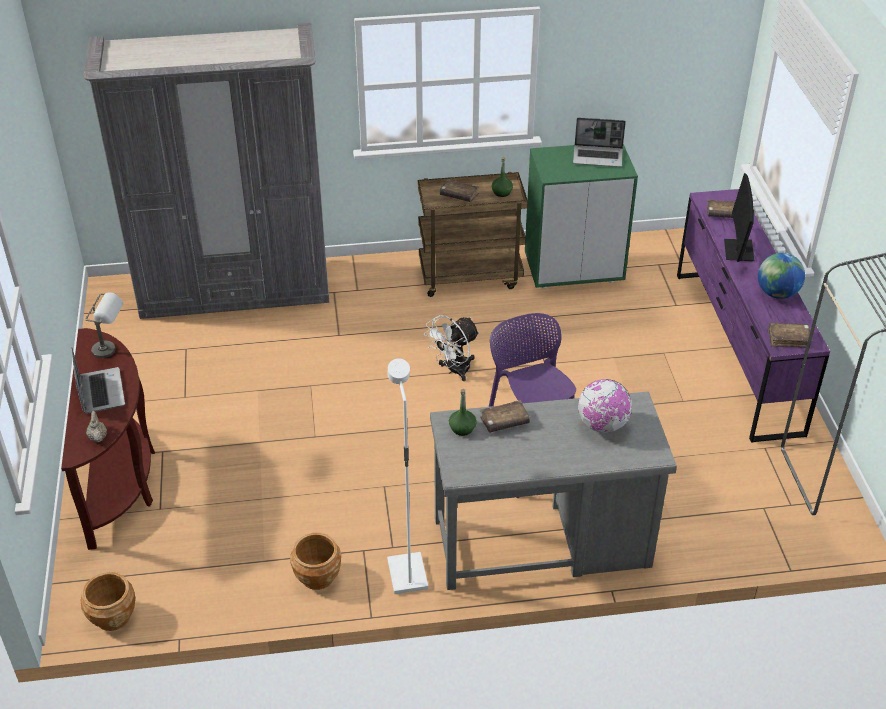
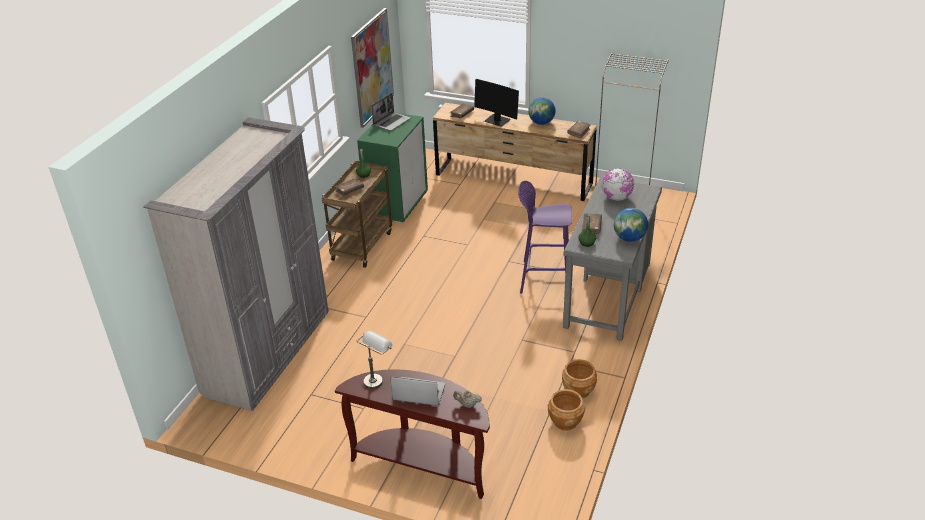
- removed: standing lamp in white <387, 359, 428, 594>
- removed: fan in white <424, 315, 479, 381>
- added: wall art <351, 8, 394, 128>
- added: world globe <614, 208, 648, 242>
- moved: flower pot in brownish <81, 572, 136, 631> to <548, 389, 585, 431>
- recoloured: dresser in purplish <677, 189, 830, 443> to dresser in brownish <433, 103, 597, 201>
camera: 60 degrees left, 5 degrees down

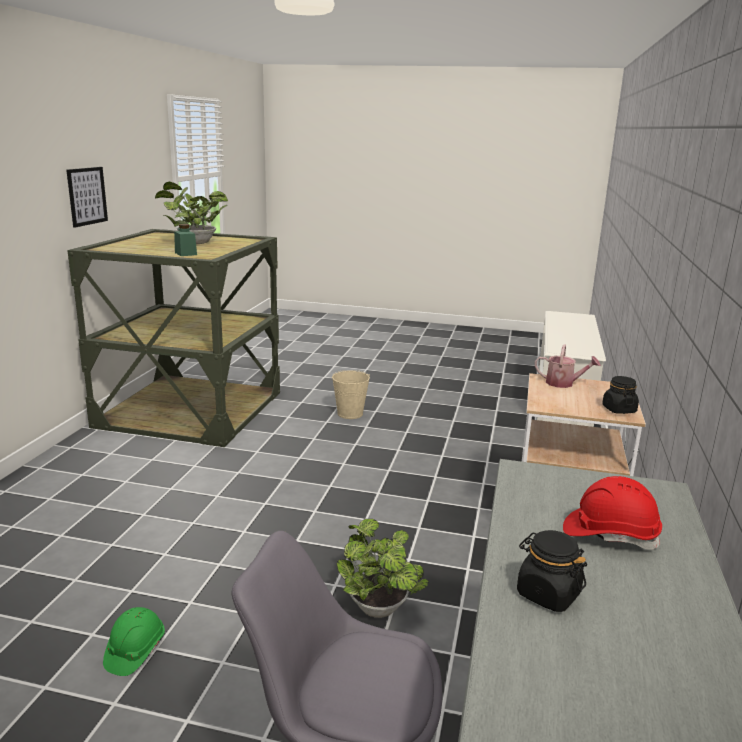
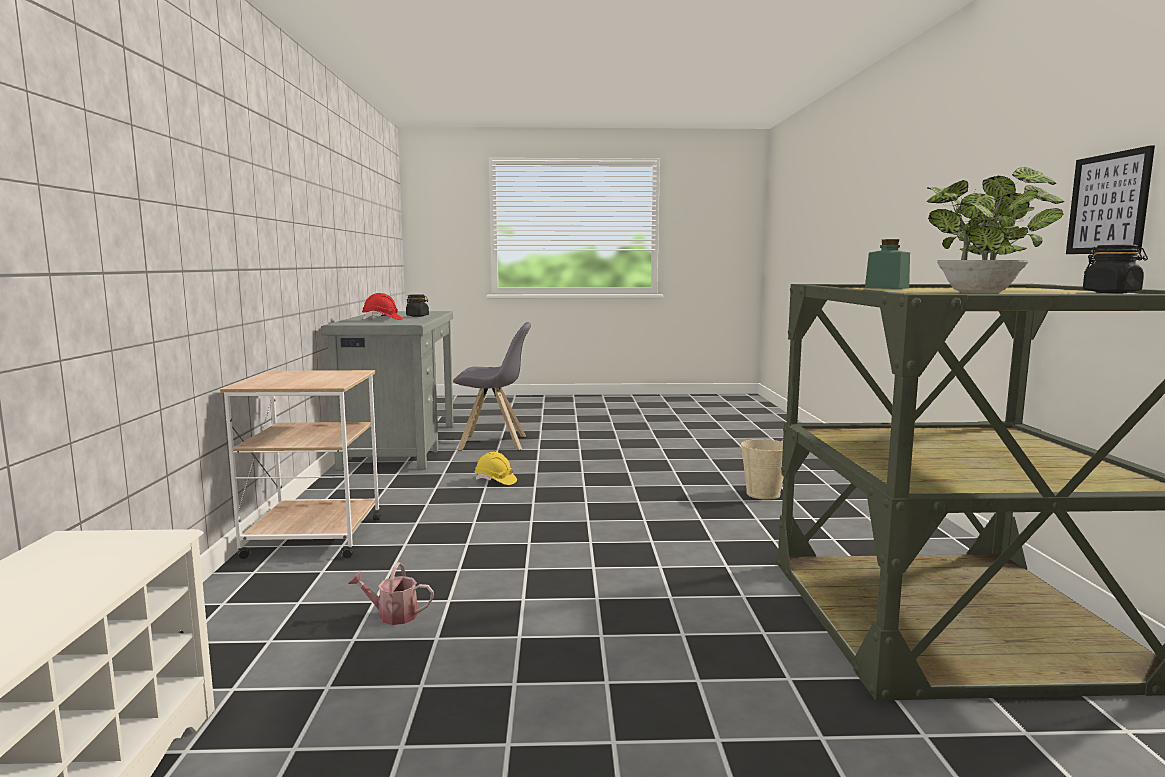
- removed: work helmet in green-coloured <103, 607, 165, 676>
- moved: bucket in sand-coloured <332, 370, 370, 419> to <741, 439, 784, 500>
- moved: watering pot <535, 344, 601, 388> to <348, 562, 434, 625>
- moved: jar in blackish <602, 376, 639, 414> to <1083, 245, 1148, 293>
- replaced: plant in a pot <336, 519, 429, 618> to work helmet in yellow-coloured <475, 452, 517, 485>
camera: 165 degrees right, 10 degrees down

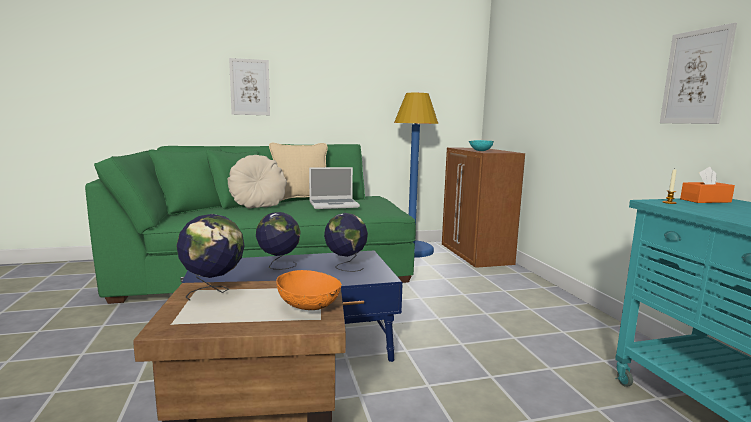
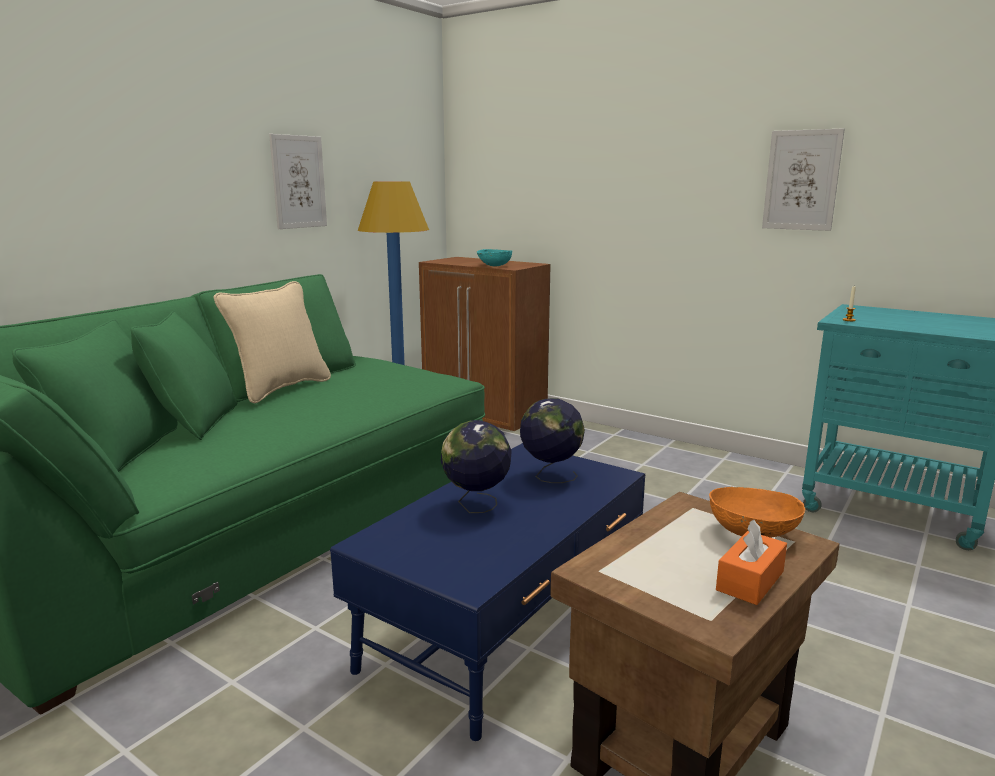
- removed: world globe <176, 214, 245, 301>
- removed: throw pillow in sand-coloured <228, 155, 287, 209>
- removed: notebook computer <309, 167, 360, 209>
- moved: wall art <229, 58, 270, 115> to <269, 134, 327, 229>
- moved: tissue holder in orange <680, 167, 735, 203> to <716, 520, 787, 605>
camera: 40 degrees left, 5 degrees up

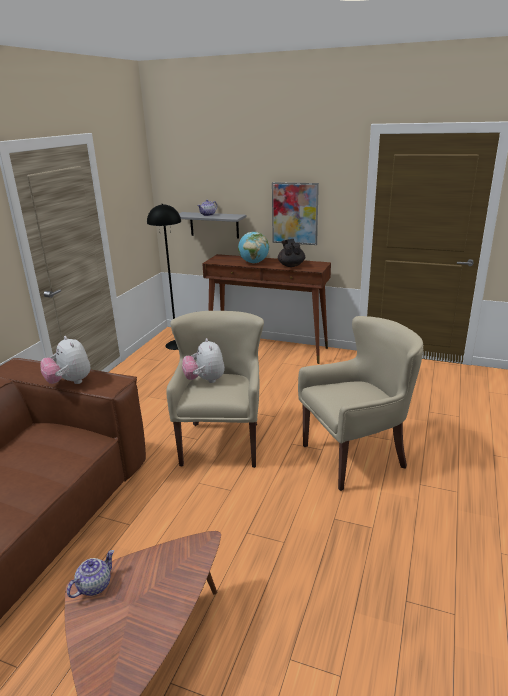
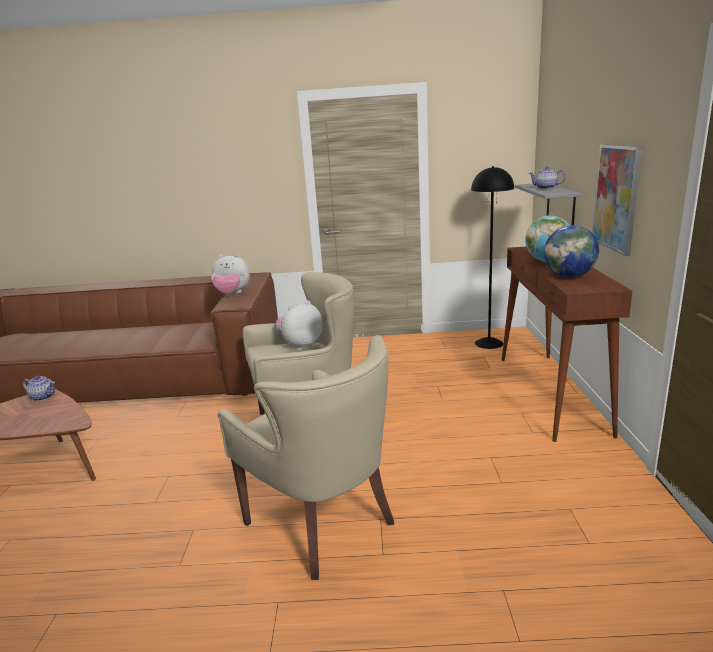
- replaced: teapot in blackish <278, 239, 305, 267> to world globe <544, 225, 599, 277>
- turned: plush toy <40, 336, 90, 384> = <211, 254, 250, 294> 120 degrees counterclockwise
camera: 70 degrees right, 5 degrees down

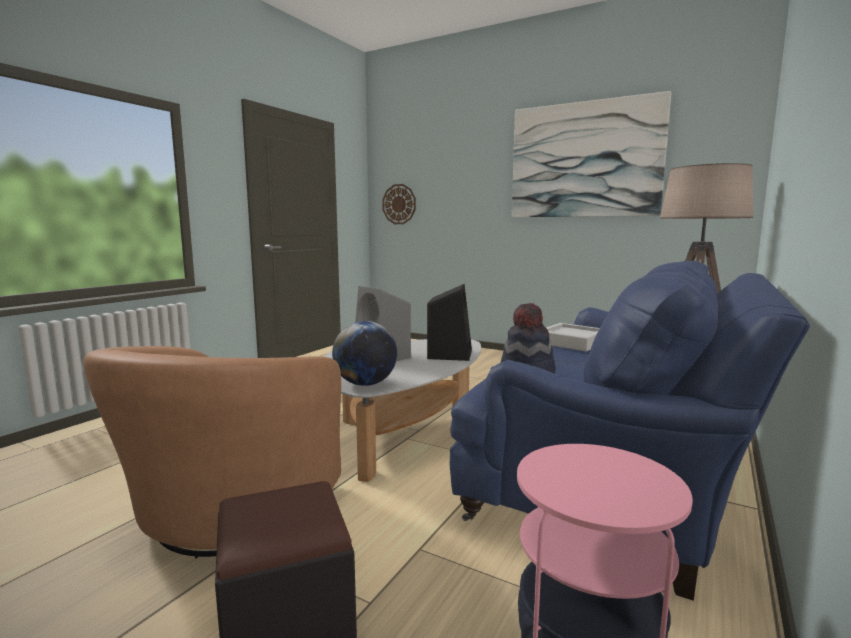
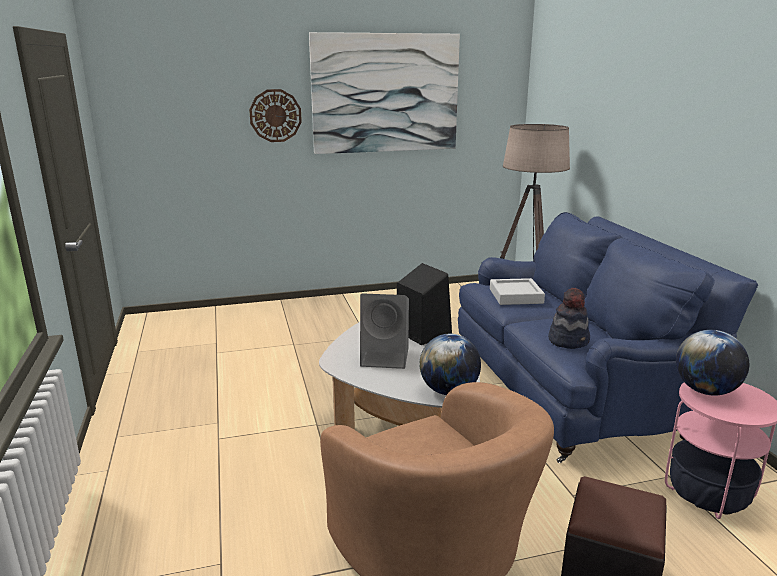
- added: world globe <676, 330, 749, 396>
- moved: clock on the wall <382, 184, 416, 224> to <249, 89, 302, 142>
camera: 45 degrees left, 10 degrees up

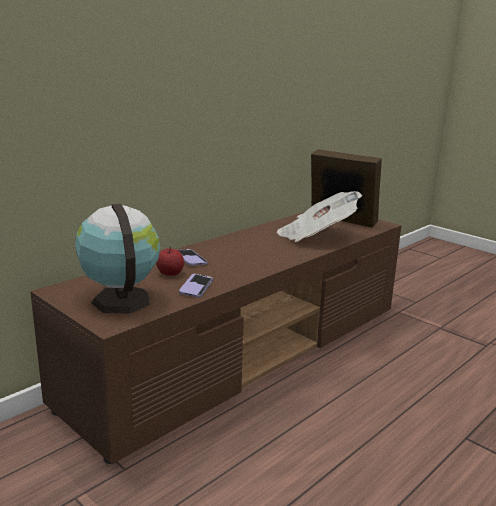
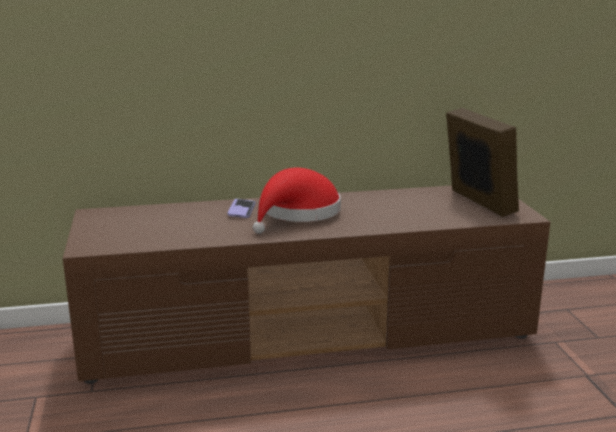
- removed: world globe <75, 204, 160, 313>
- removed: whole apple <156, 247, 184, 276>
- removed: phone <179, 274, 213, 298>
- removed: printed paper <276, 191, 362, 242>
- added: wearable hat in reddish <253, 168, 341, 234>
camera: 35 degrees right, 0 degrees up

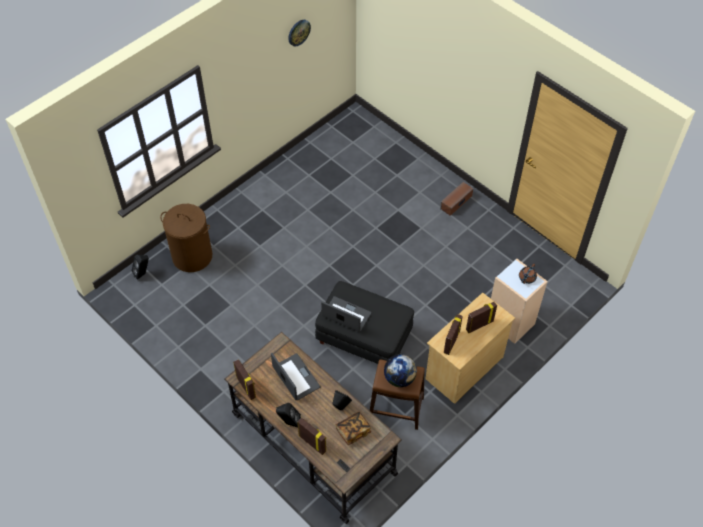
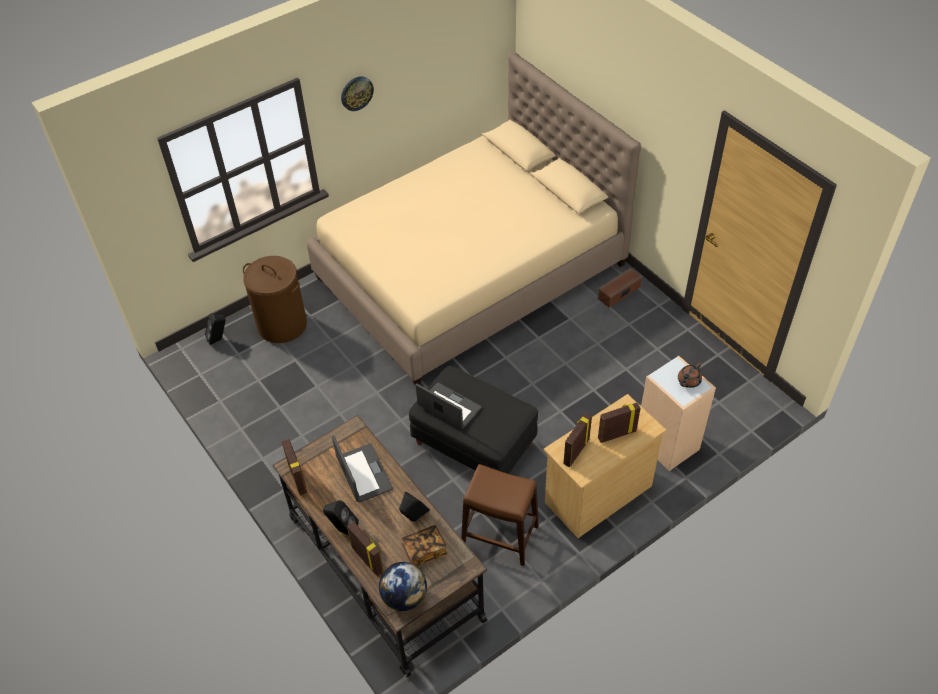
- added: sleeping bed in sand-coloured <307, 52, 641, 386>
- moved: clock on the wall <288, 20, 311, 47> to <341, 76, 374, 111>
- moved: world globe <384, 354, 417, 387> to <379, 562, 427, 611>
camera: 10 degrees right, 5 degrees down

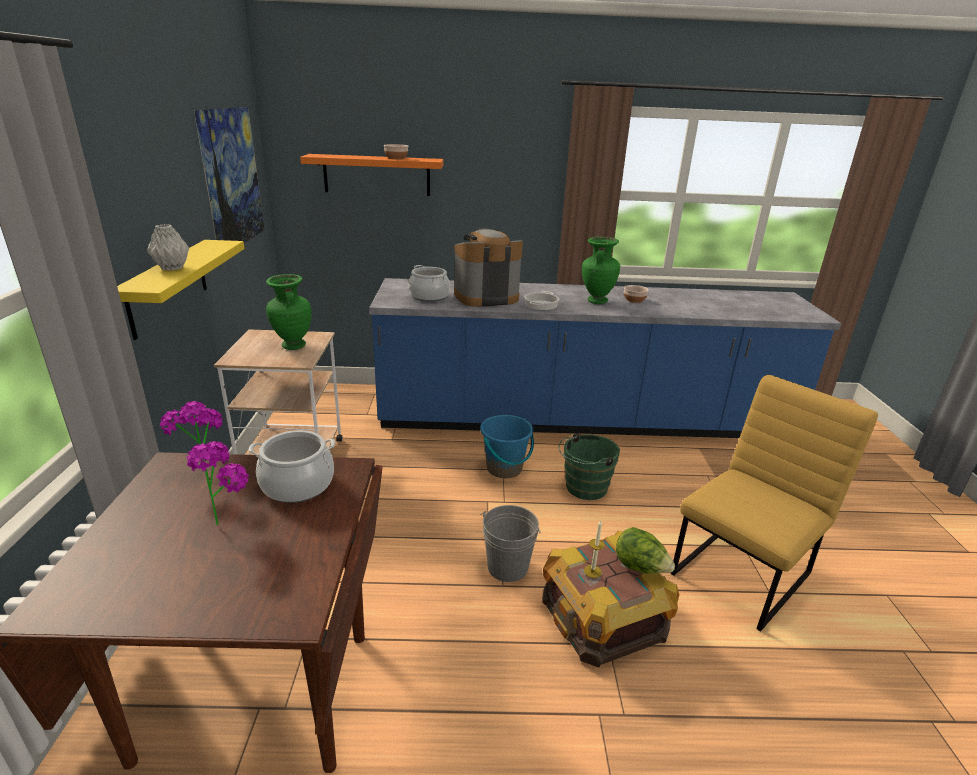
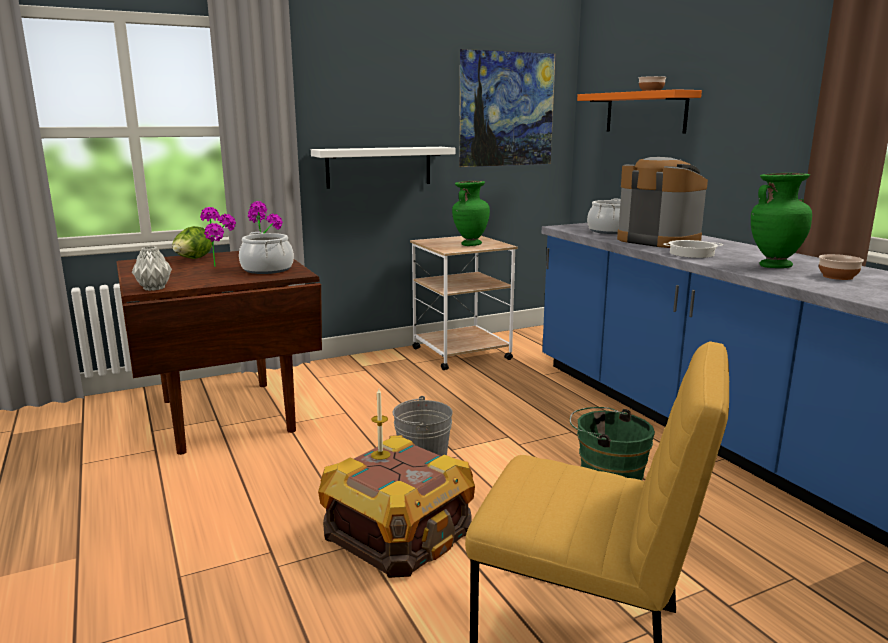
- removed: bucket in blue-coloured <480, 415, 534, 478>
- moved: decorative vase in grey <147, 224, 189, 271> to <132, 246, 172, 291>
- moved: head of lettuce <616, 527, 675, 574> to <172, 226, 212, 259>
- recoloured: bracket shelf in yellow-coloured <117, 240, 245, 340> to bracket shelf in white <311, 147, 455, 188>
camera: 65 degrees right, 10 degrees down

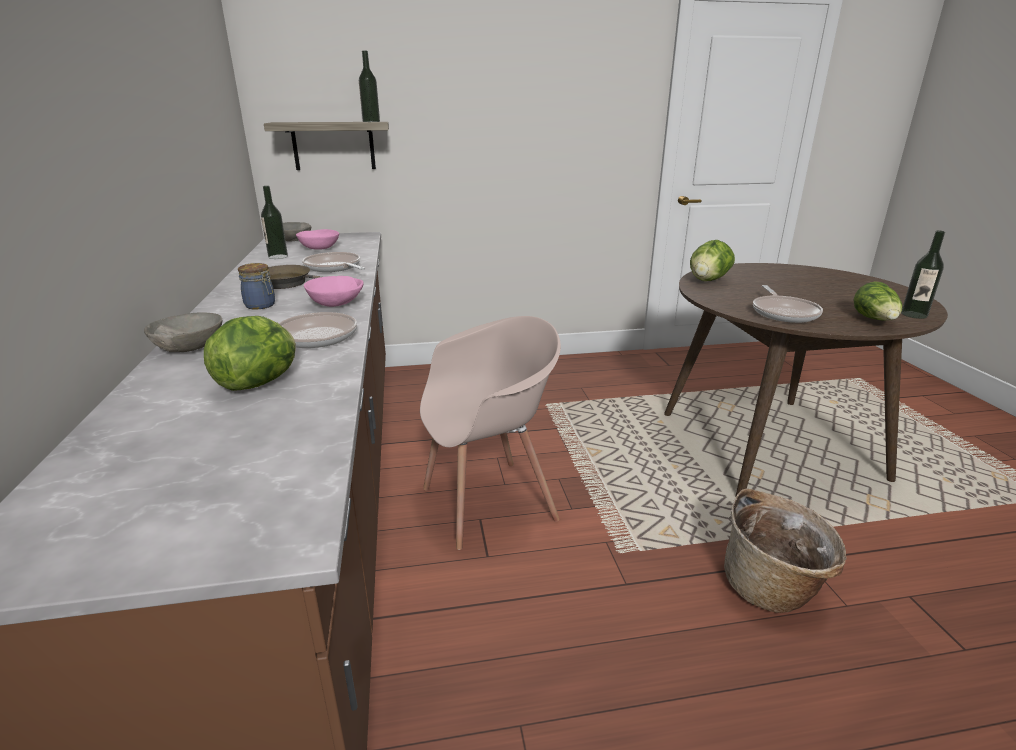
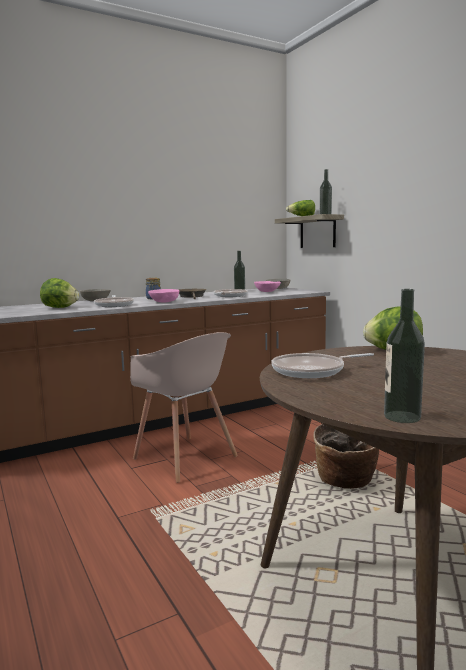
- moved: basket <724, 489, 847, 613> to <313, 424, 379, 489>
- moved: head of lettuce <853, 281, 902, 321> to <286, 200, 315, 216>
camera: 70 degrees right, 15 degrees down

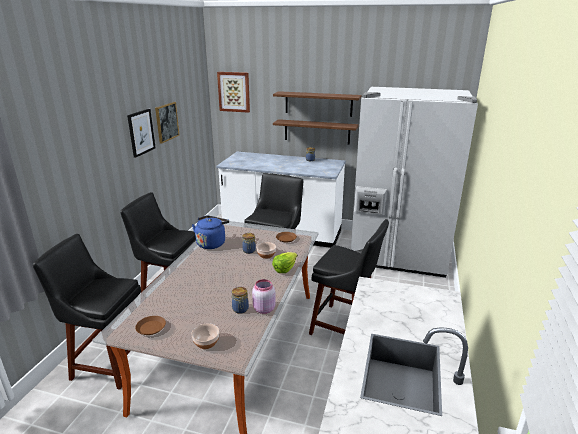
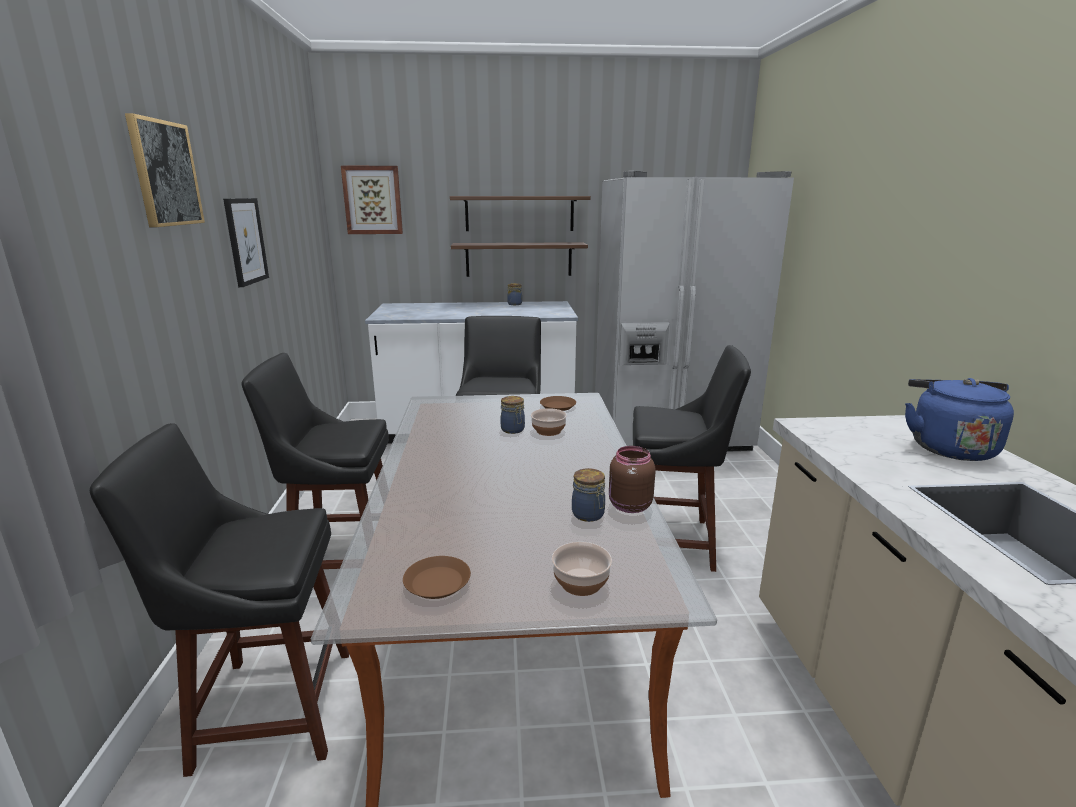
- removed: head of lettuce <272, 252, 298, 273>
- moved: wall art <155, 102, 179, 144> to <125, 113, 205, 227>
- moved: kettle in blue-coloured <192, 215, 229, 249> to <905, 378, 1014, 461>
- recoloured: jar in pink <252, 279, 276, 314> to jar in brownish <609, 446, 656, 513>
camera: 20 degrees left, 5 degrees down

